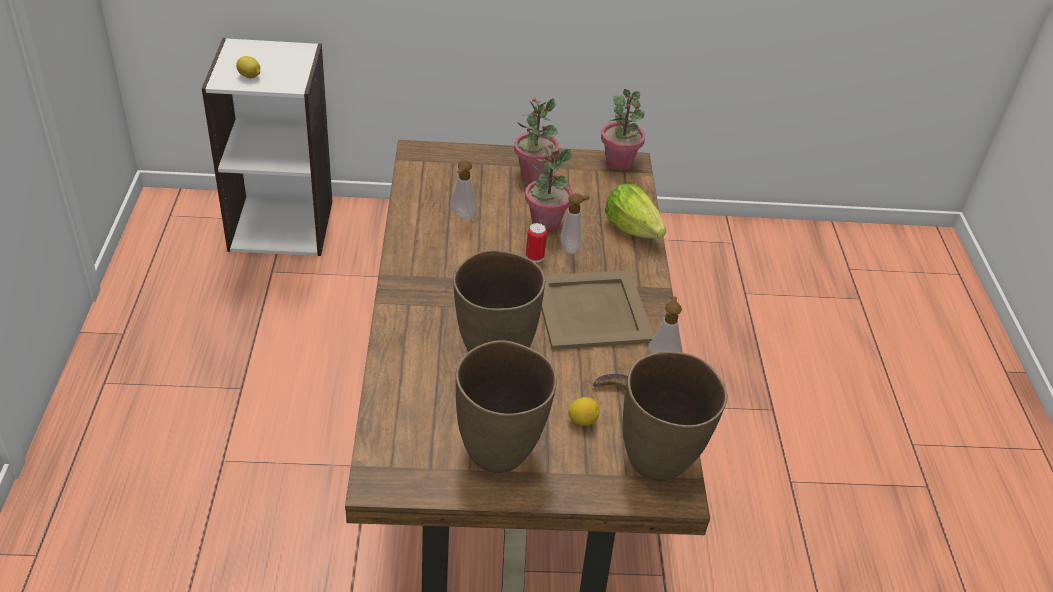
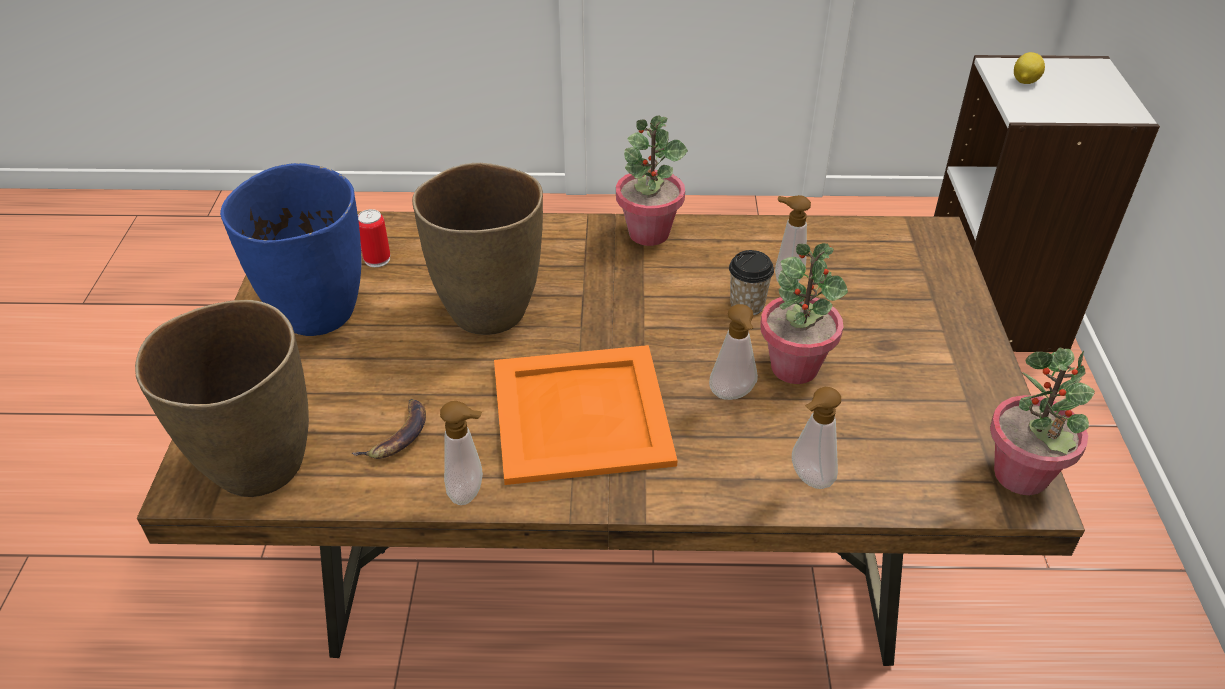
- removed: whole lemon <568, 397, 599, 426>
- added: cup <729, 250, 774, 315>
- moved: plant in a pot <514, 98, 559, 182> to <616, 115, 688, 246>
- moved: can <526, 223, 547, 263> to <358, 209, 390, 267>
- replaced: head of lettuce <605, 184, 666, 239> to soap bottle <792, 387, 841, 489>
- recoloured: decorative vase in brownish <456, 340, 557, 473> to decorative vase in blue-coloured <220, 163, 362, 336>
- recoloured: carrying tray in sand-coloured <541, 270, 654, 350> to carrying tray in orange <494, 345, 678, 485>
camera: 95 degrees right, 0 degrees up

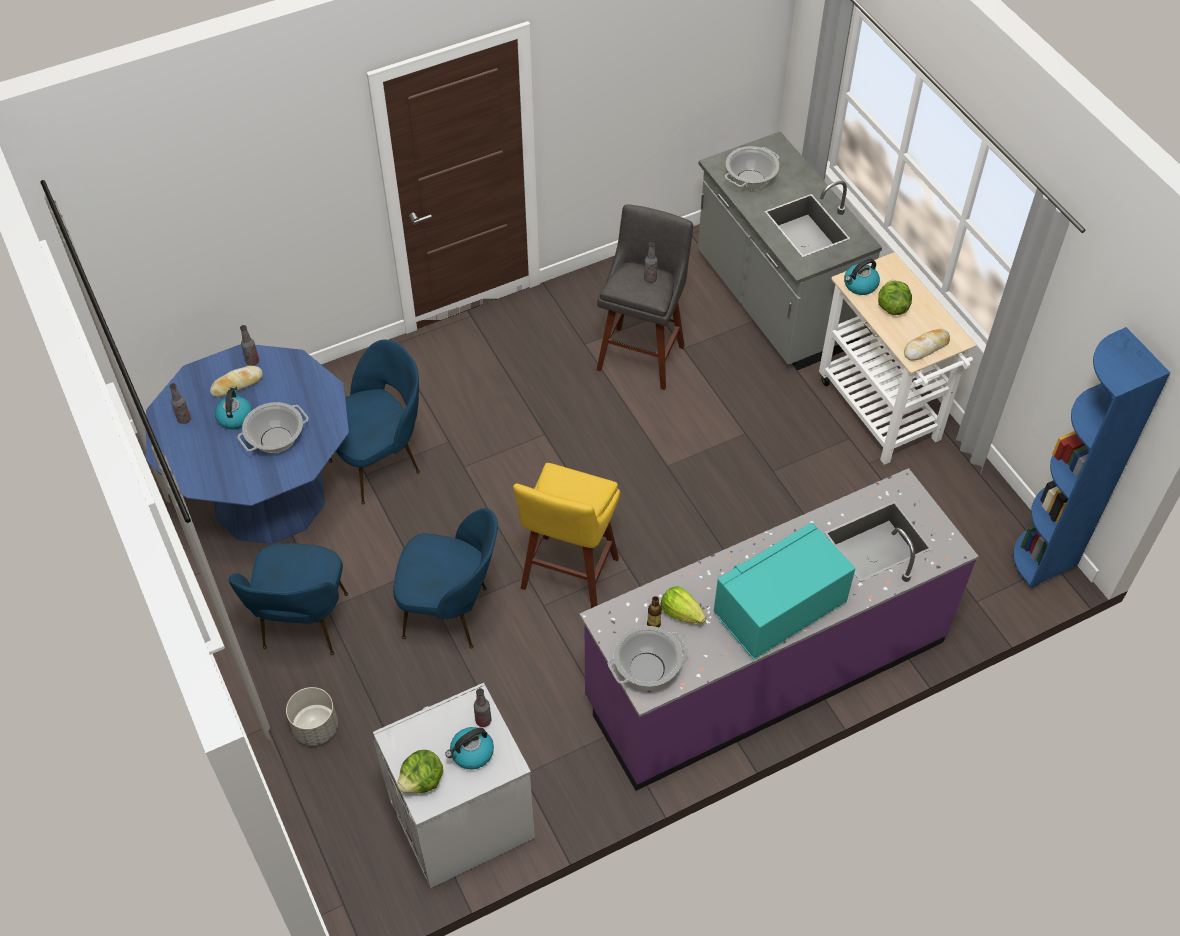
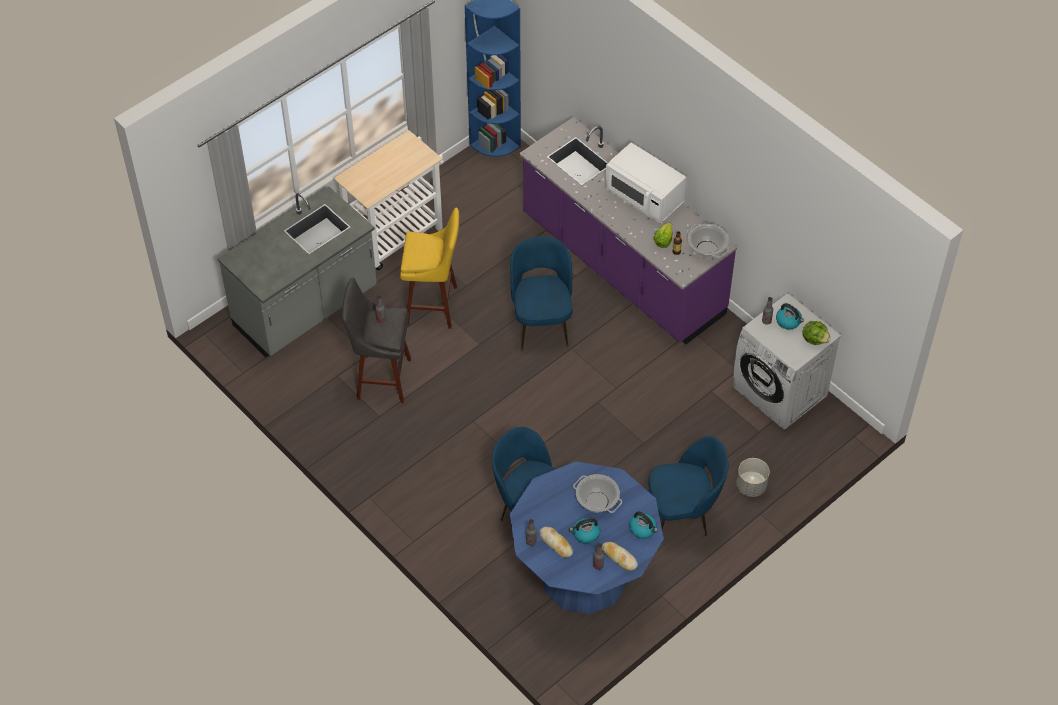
- removed: cooking pot <725, 146, 779, 190>
- removed: head of lettuce <878, 280, 912, 315>
- moved: plain chair in blue-coloured <393, 508, 498, 649> to <510, 236, 573, 351>
- moved: stool seat in yellow-coloured <513, 463, 620, 608> to <400, 208, 459, 329>
- moved: kettle <844, 258, 880, 295> to <629, 511, 658, 539>
- moved: bakery bread <904, 329, 950, 361> to <602, 542, 638, 571>
- recoloured: microwave oven in turquoise <714, 523, 855, 660> to microwave oven in white <605, 143, 686, 223>
camera: 105 degrees left, 0 degrees up

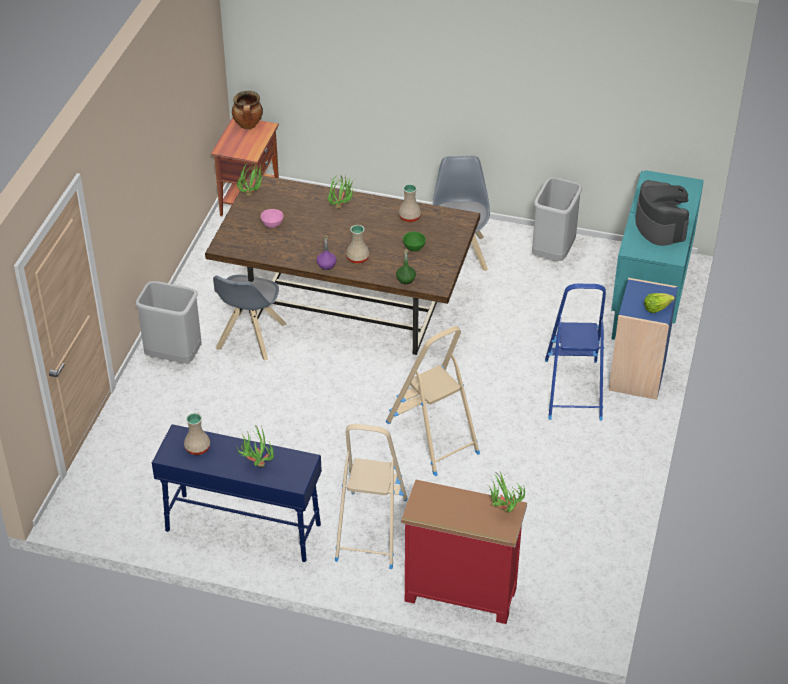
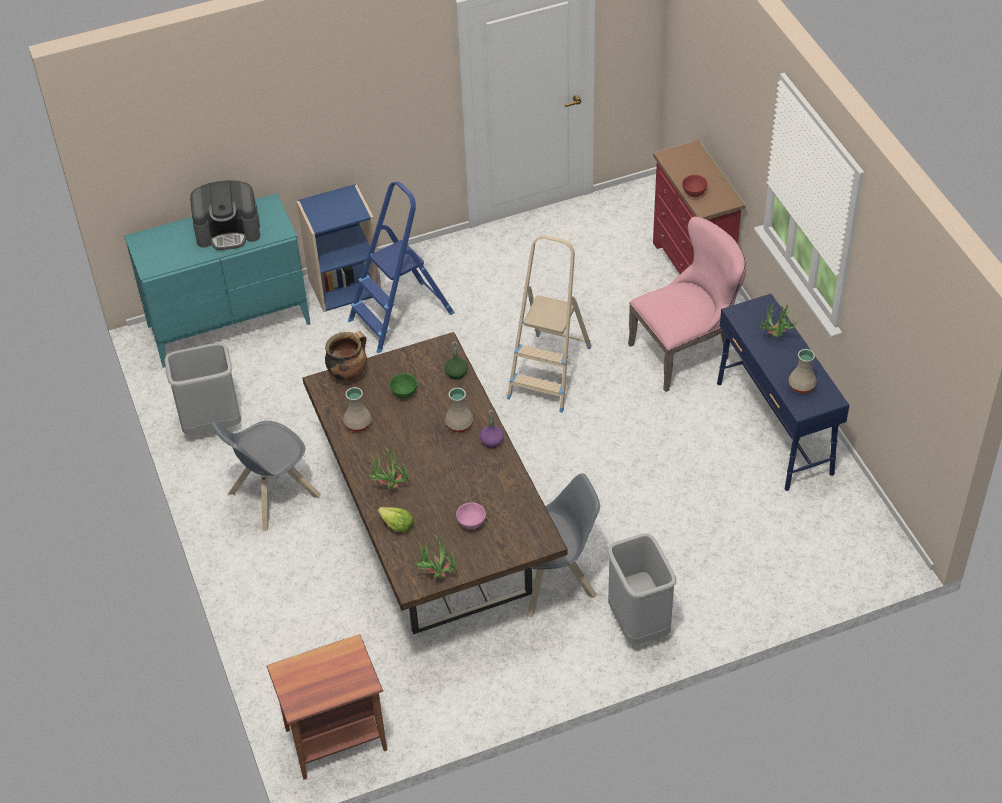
- removed: plant in a pot <488, 472, 525, 513>
- added: serving bowl in reddish <682, 175, 708, 197>
- moved: cooking pot <232, 91, 263, 129> to <325, 331, 367, 382>
- moved: head of lettuce <644, 293, 675, 313> to <378, 507, 414, 532>
- replaced: step stool in sand-coloured <335, 424, 407, 569> to plain chair in pink <628, 216, 746, 392>
- turned: coffee brewer <635, 180, 689, 246> = <190, 180, 260, 250> 135 degrees counterclockwise
camera: 125 degrees left, 5 degrees up

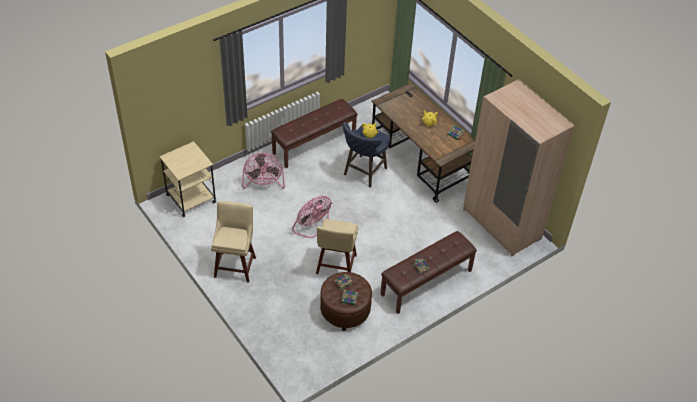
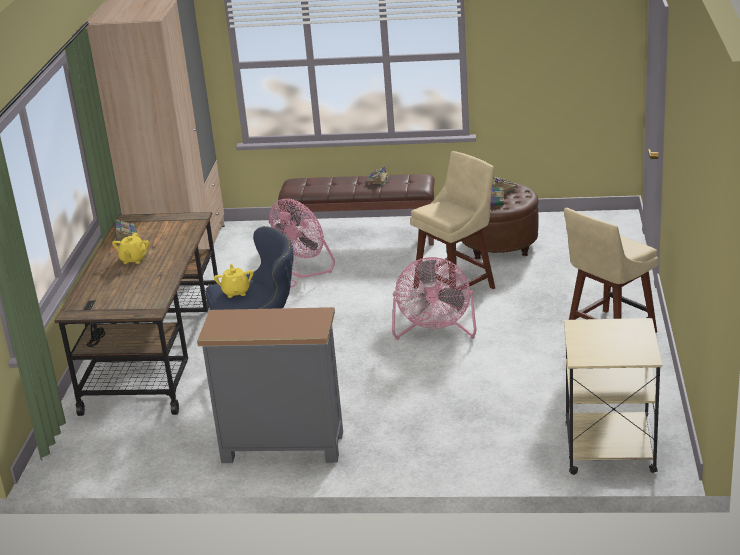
- moved: fan in pink <242, 153, 285, 189> to <268, 199, 335, 288>
- replaced: long seat in brownish <271, 99, 358, 168> to dresser in grey <197, 307, 343, 463>
camera: 135 degrees left, 20 degrees down

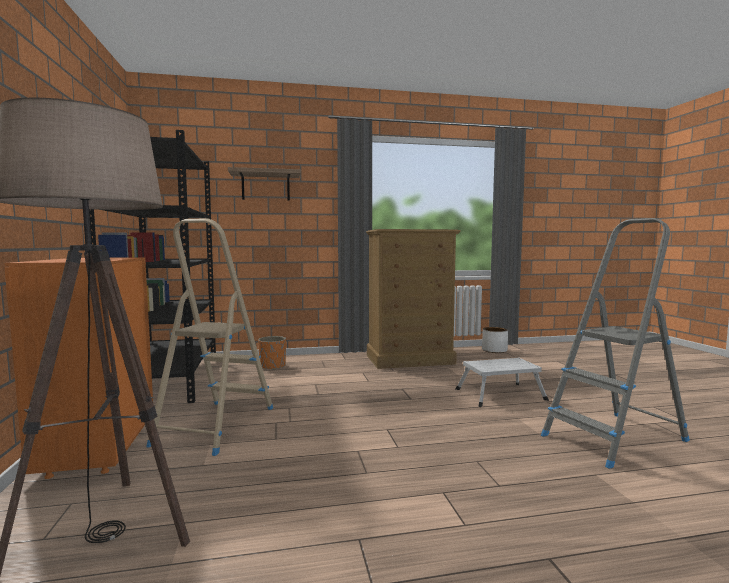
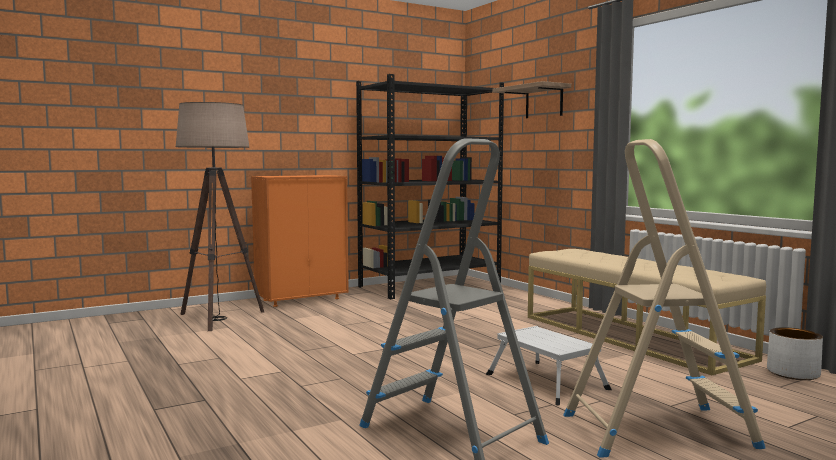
- removed: flower pot in orange <258, 336, 286, 370>
- moved: step stool in sand-coloured <146, 219, 273, 456> to <563, 139, 766, 458>
- replaced: dresser in brownish <366, 229, 461, 369> to long seat in sand-coloured <528, 249, 766, 375>
camera: 70 degrees right, 0 degrees up

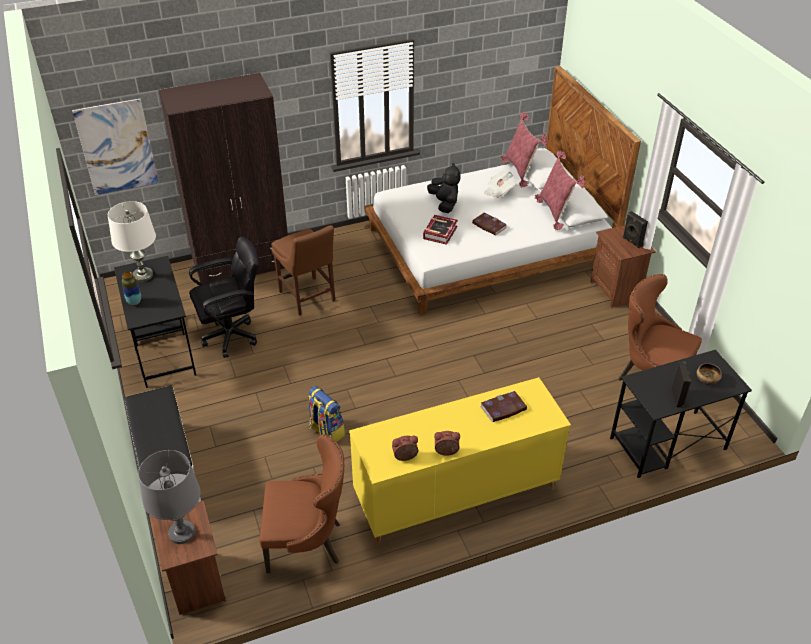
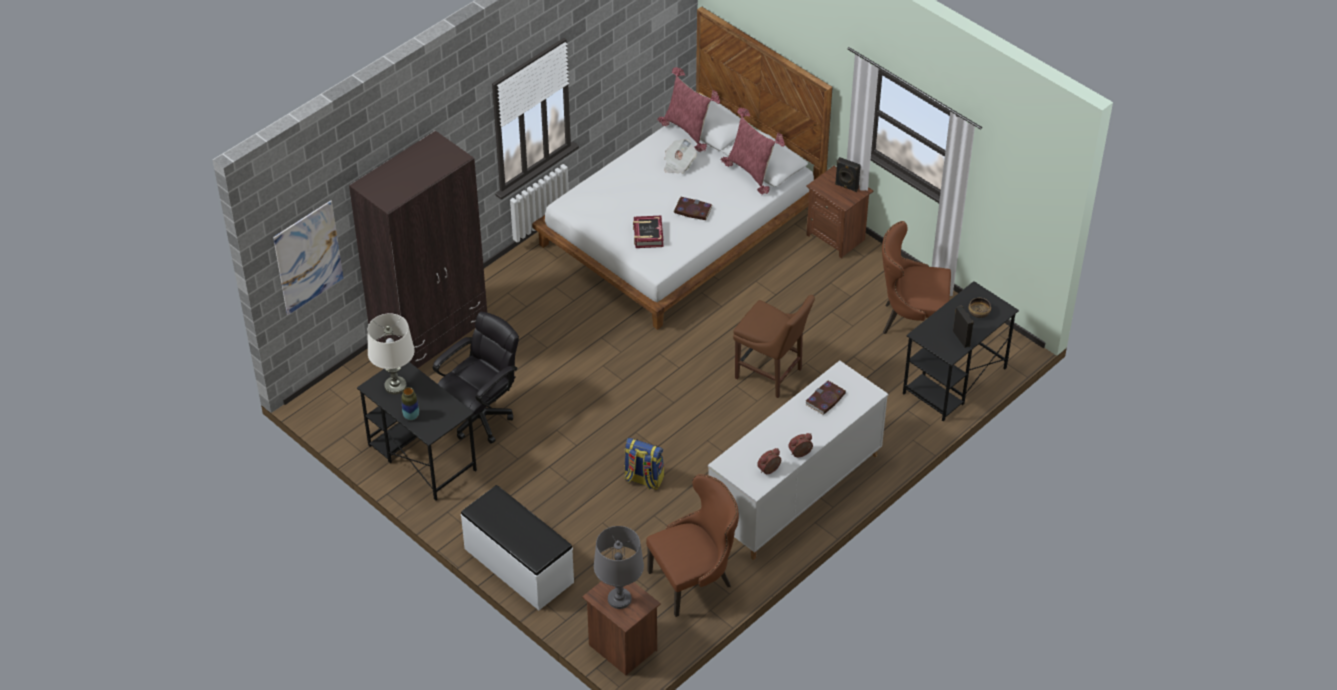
- removed: plush toy in blackish <427, 163, 460, 213>
- moved: plain chair in brownish <271, 225, 335, 316> to <733, 295, 815, 398>
- recoloured: dresser in yellow-coloured <349, 377, 571, 545> to dresser in white <708, 360, 888, 560>
camera: 25 degrees left, 5 degrees up

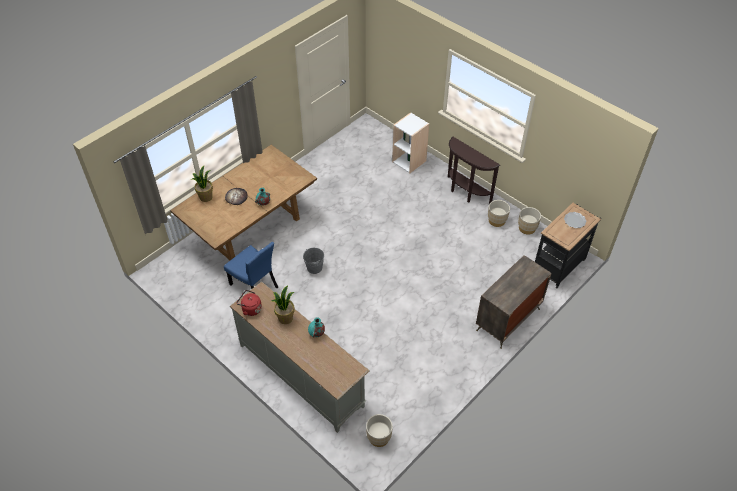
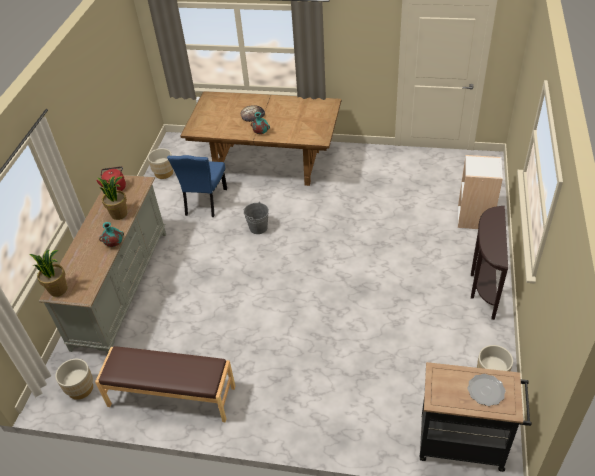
- removed: dresser <476, 255, 552, 349>
- added: long seat in brownish <95, 346, 235, 422>
- moved: plant in a pot <191, 166, 213, 202> to <30, 250, 67, 297>
- moved: flower pot in sand-coloured <488, 200, 510, 227> to <148, 148, 173, 179>
camera: 60 degrees right, 5 degrees down

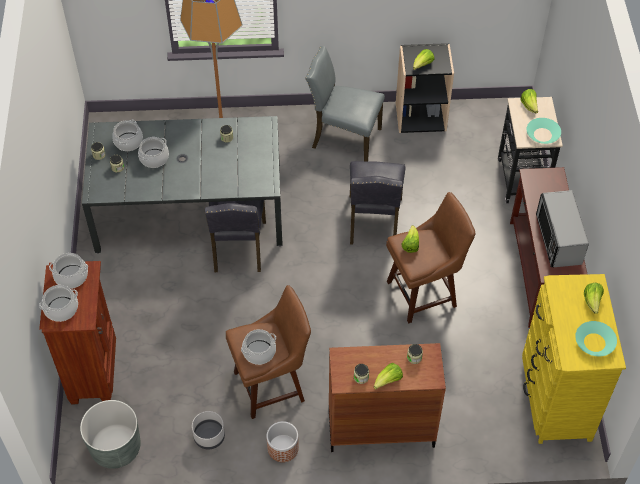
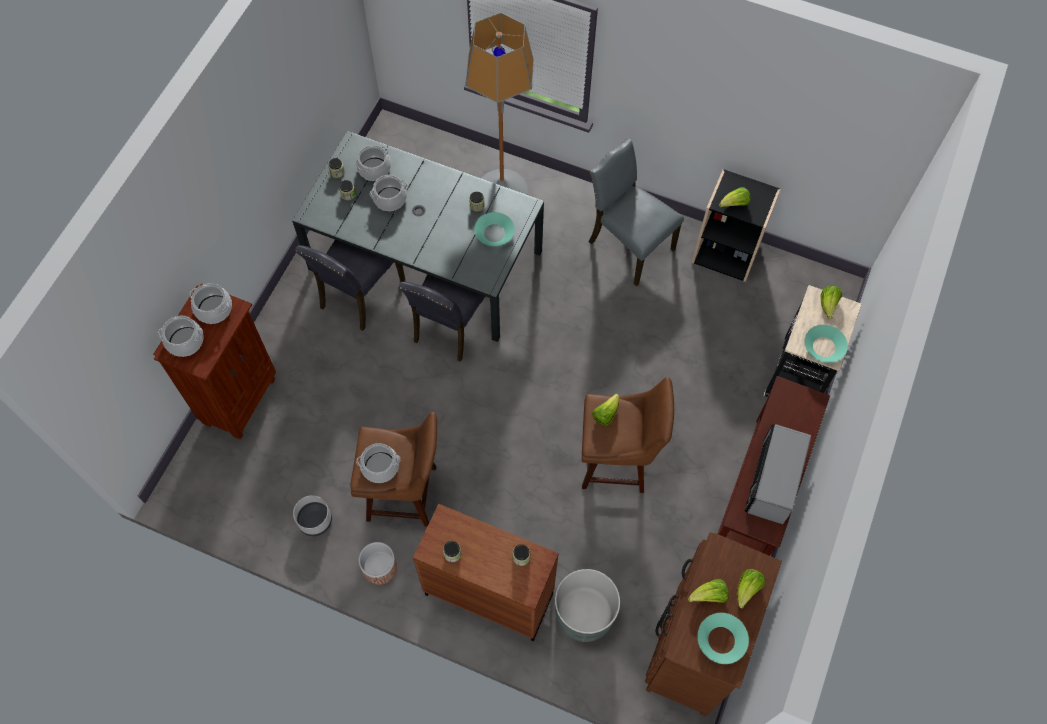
- added: serving bowl in turquoise <474, 212, 515, 246>
- moved: flower pot in grey <80, 400, 141, 469> to <555, 569, 620, 642>
- moved: plain chair in grey <350, 161, 406, 245> to <294, 237, 405, 331>
- moved: head of lettuce <374, 363, 403, 389> to <688, 579, 729, 603>
- recoloured: dresser in yellow-coloured <522, 274, 626, 444> to dresser in brownish <645, 532, 782, 716>
camera: 25 degrees right, 10 degrees up

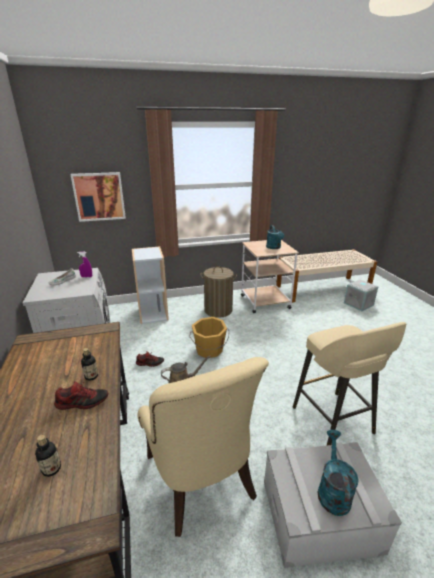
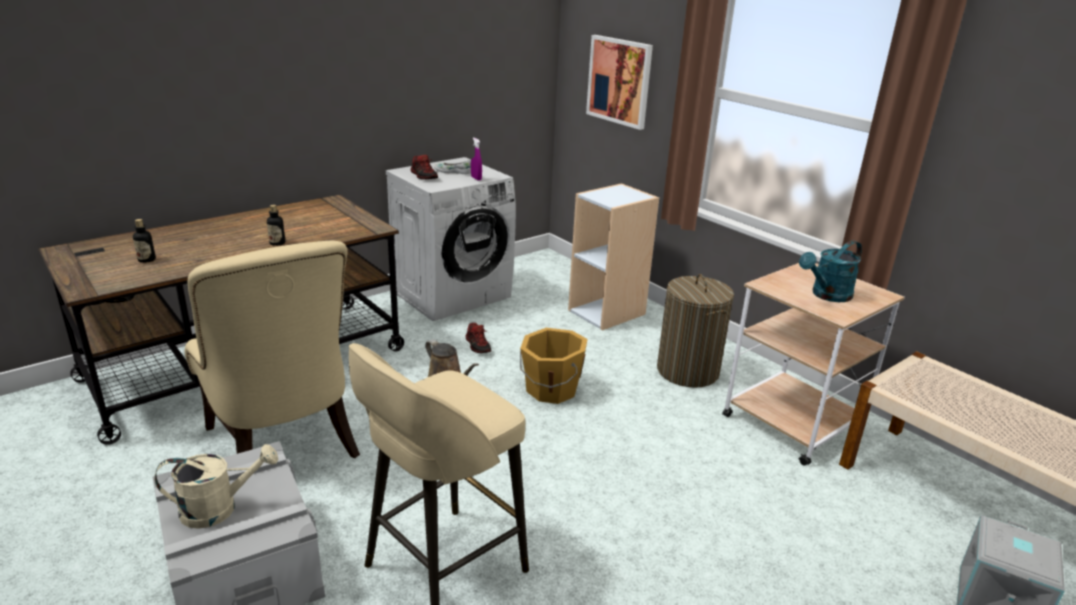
- moved: shoe <54, 381, 108, 410> to <411, 155, 438, 179>
- recoloured: watering pot in turquoise <318, 430, 359, 516> to watering pot in sand-coloured <155, 444, 278, 529>
- turned: plain chair in sand-coloured <137, 357, 269, 537> = <185, 241, 360, 458> 75 degrees counterclockwise
camera: 65 degrees right, 0 degrees up

